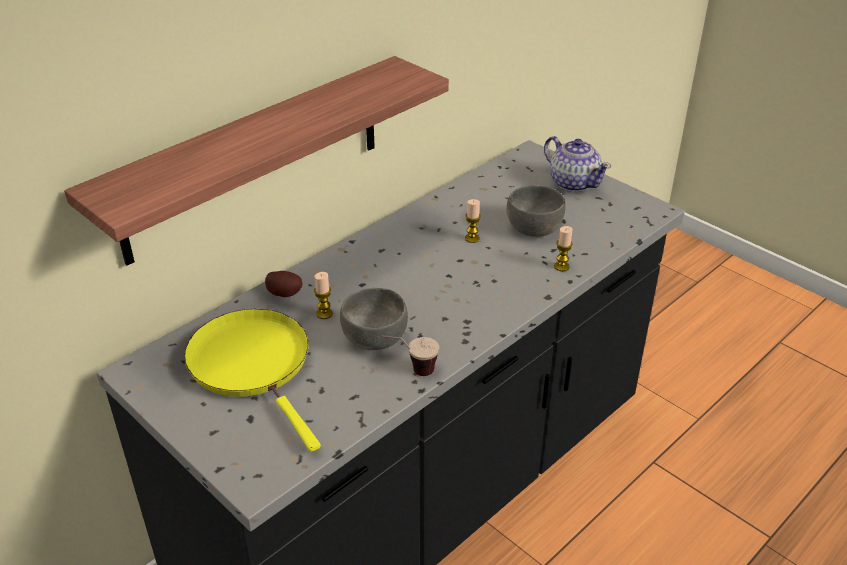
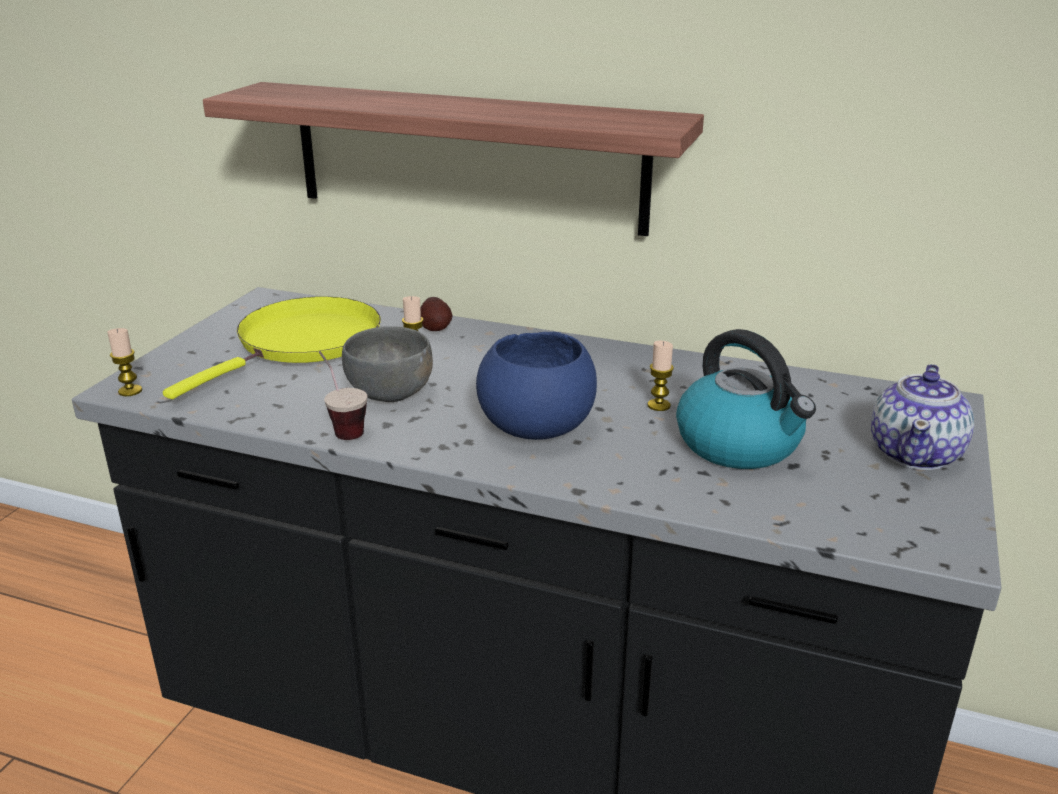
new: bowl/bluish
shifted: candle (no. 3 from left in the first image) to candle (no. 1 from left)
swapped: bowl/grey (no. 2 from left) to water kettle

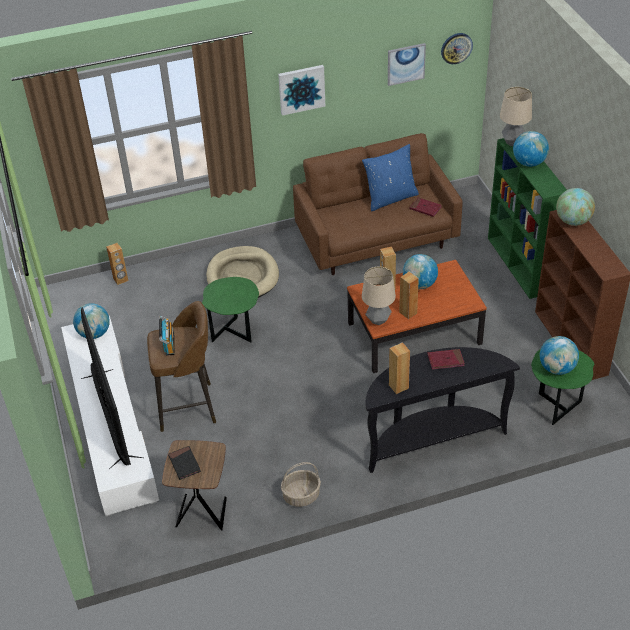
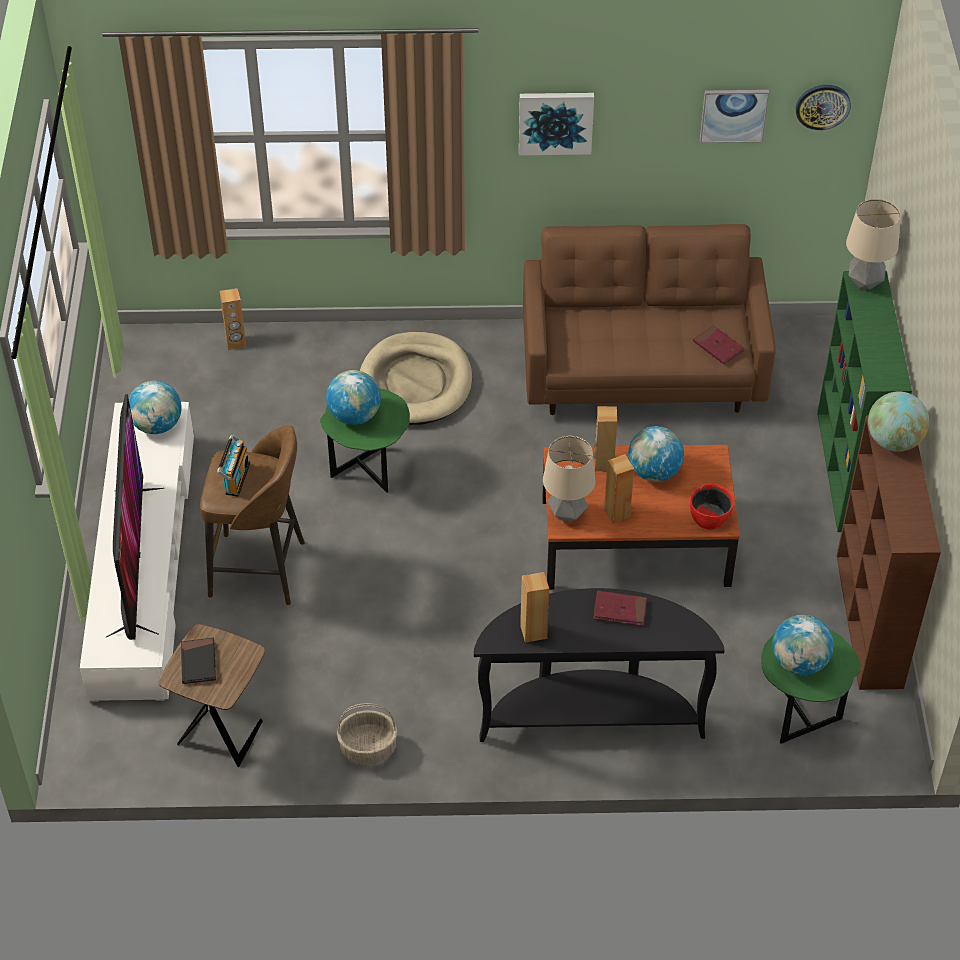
gone: pillow/bluish
new: bowl/reddish
shifted: world globe (no. 3 from left in the first image) to world globe (no. 2 from left)

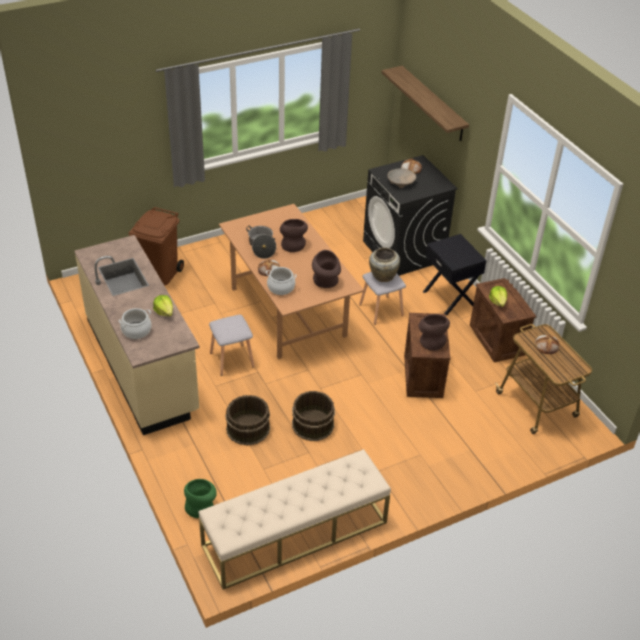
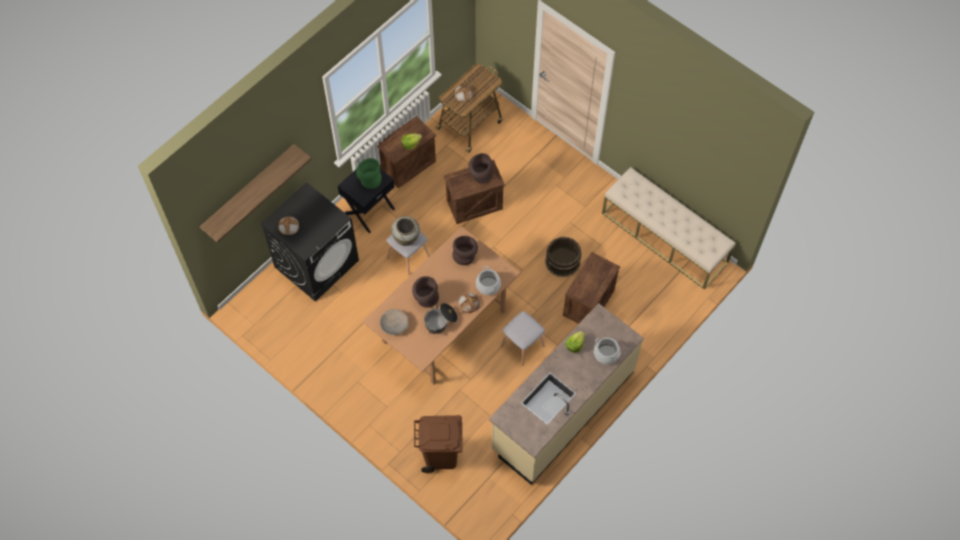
shifted: vase/greenish; bowl/sand-coloured
swapped: pail/brown-coloured (no. 1 from left) to packing crate (no. 3 from left)

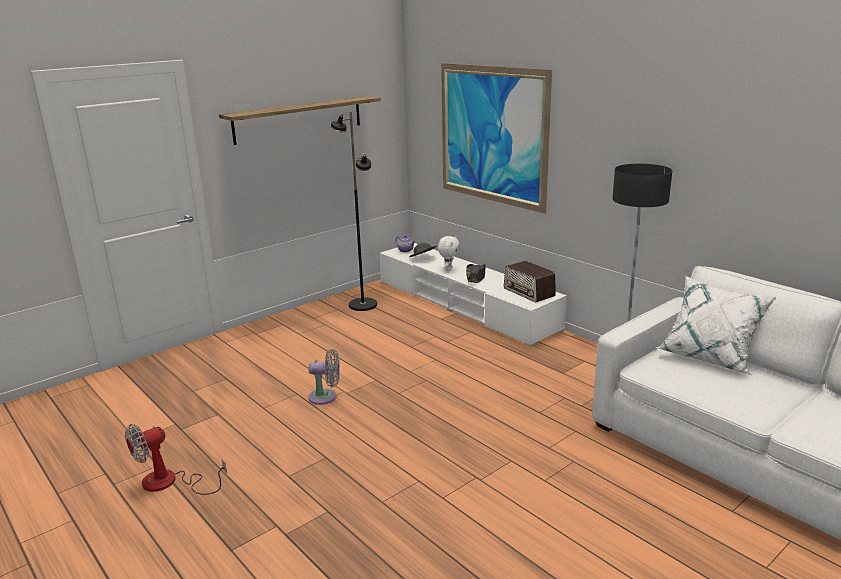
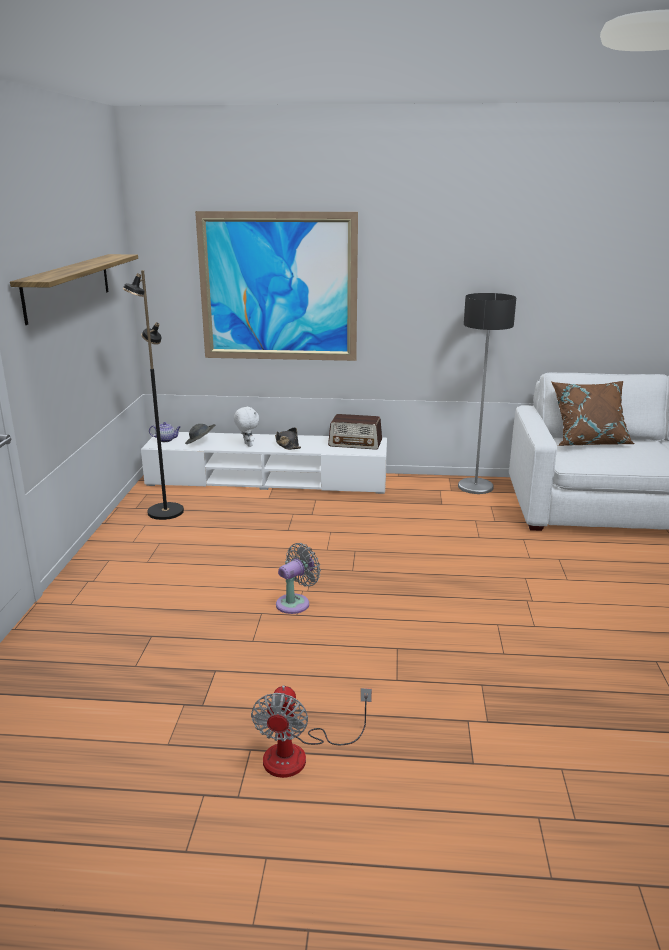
repainted: pillow/whitish to pillow/brown-coloured

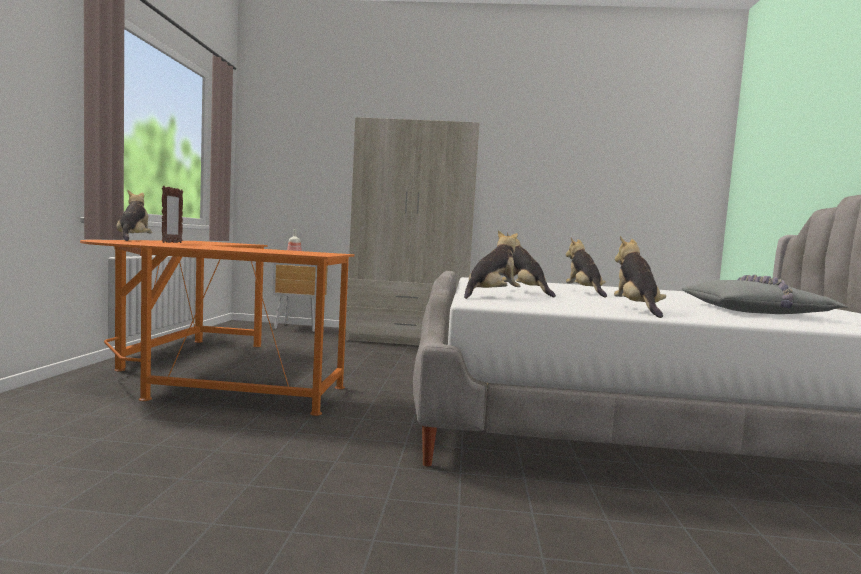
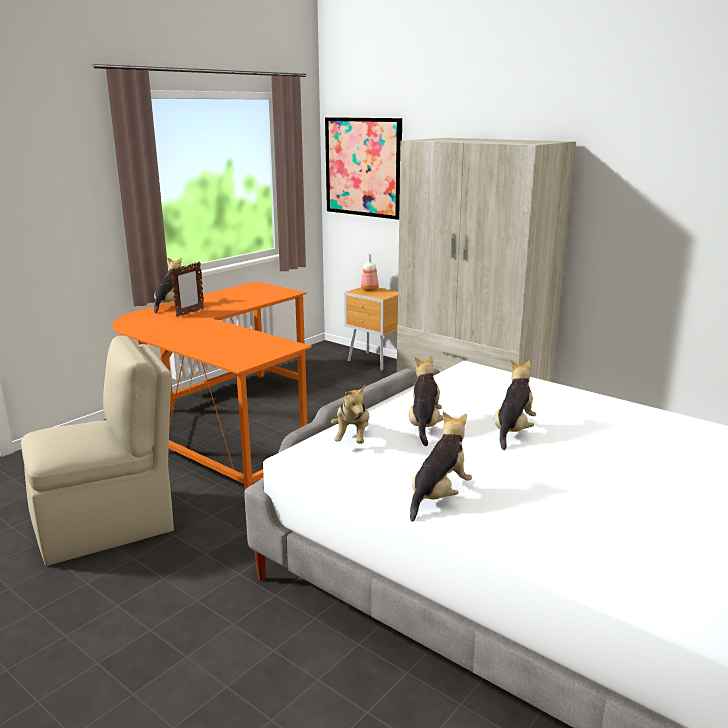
gone: pillow/grey
new: chair/sand-coloured; wall picture
rotated: plush toy (no. 2 from left) 105 degrees clockwise

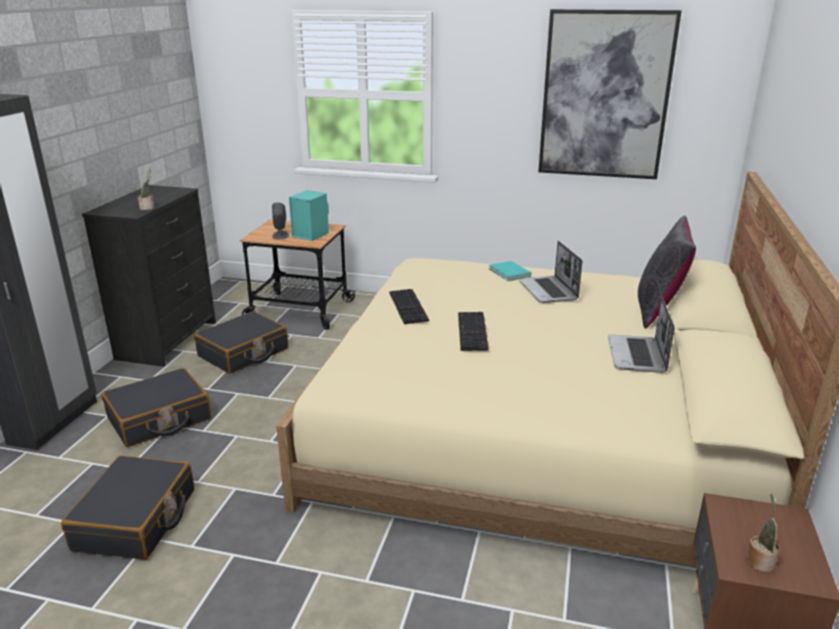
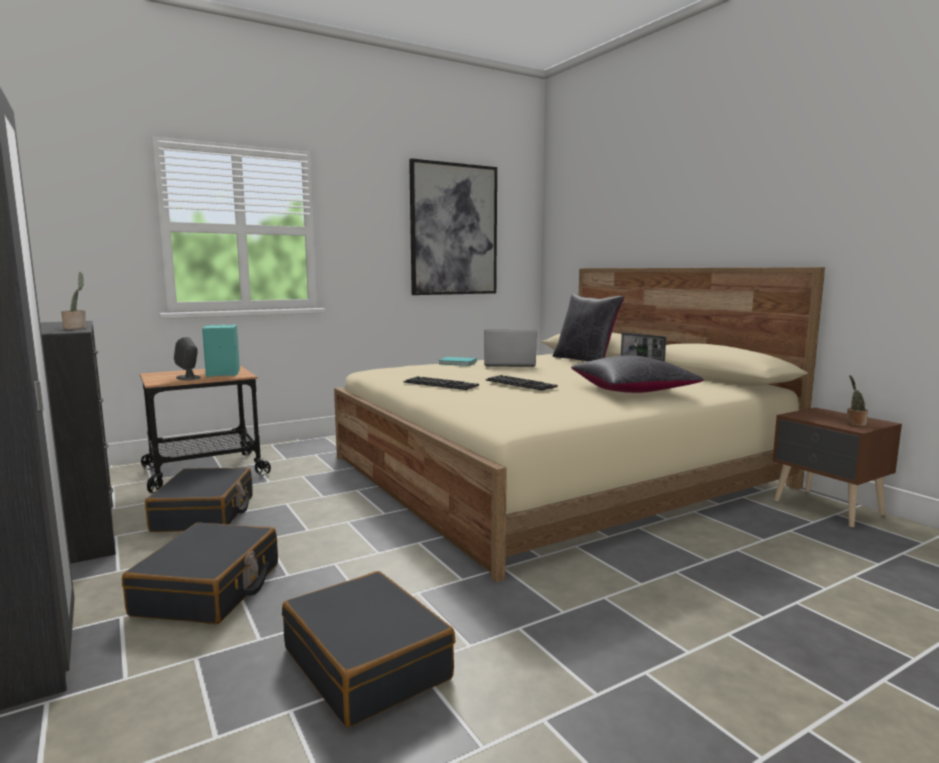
new: pillow/black (no. 2 from left)
rotated: portable computer (no. 1 from left) 150 degrees clockwise

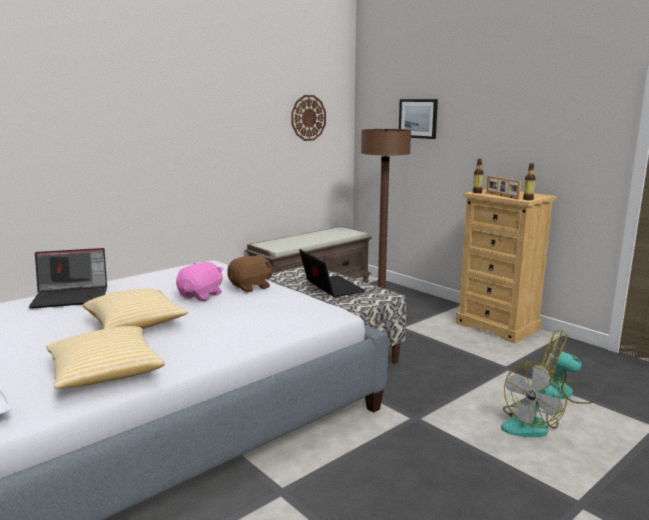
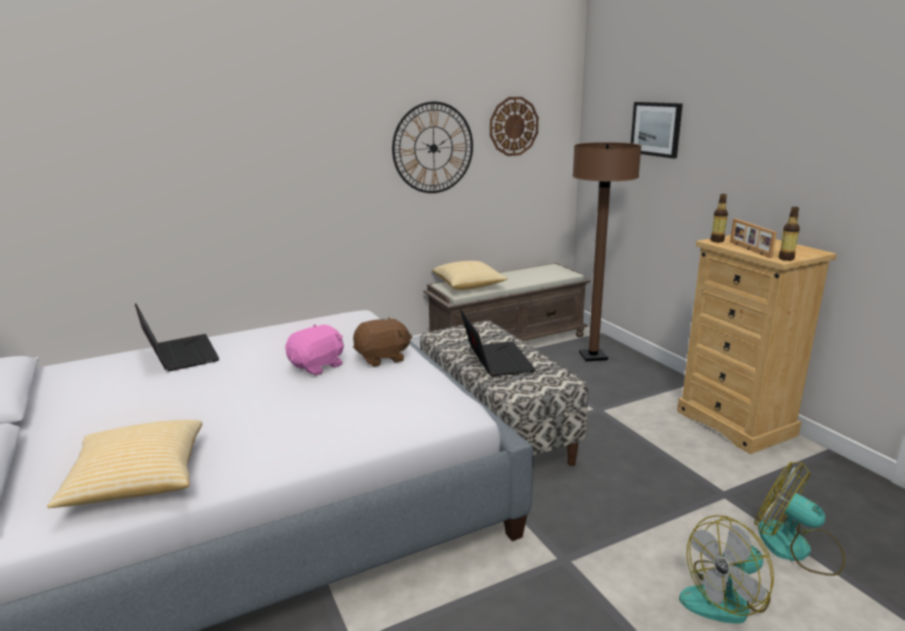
new: clock on the wall (no. 1 from left)
shifted: pillow (no. 2 from left)
rotated: portable computer (no. 1 from left) 120 degrees counterclockwise

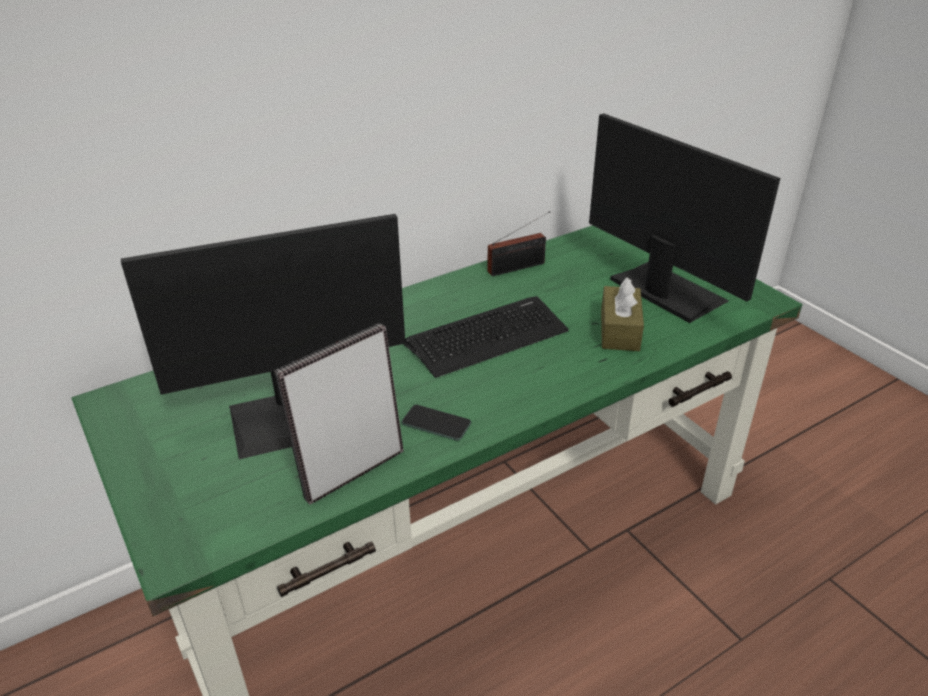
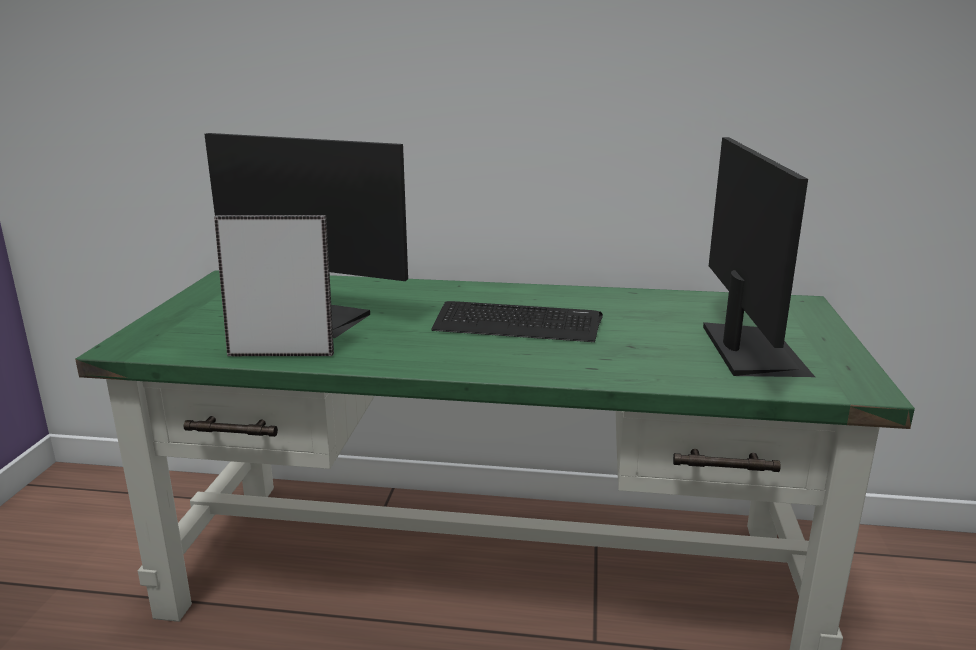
gone: handset; radio receiver; tissue box/brown-coloured

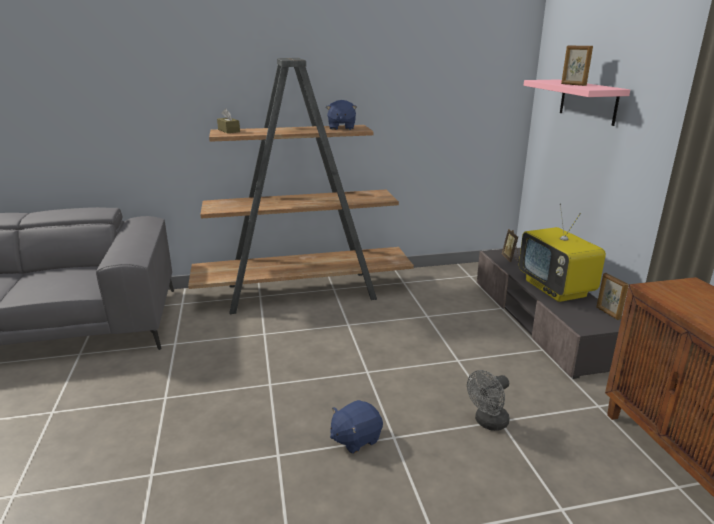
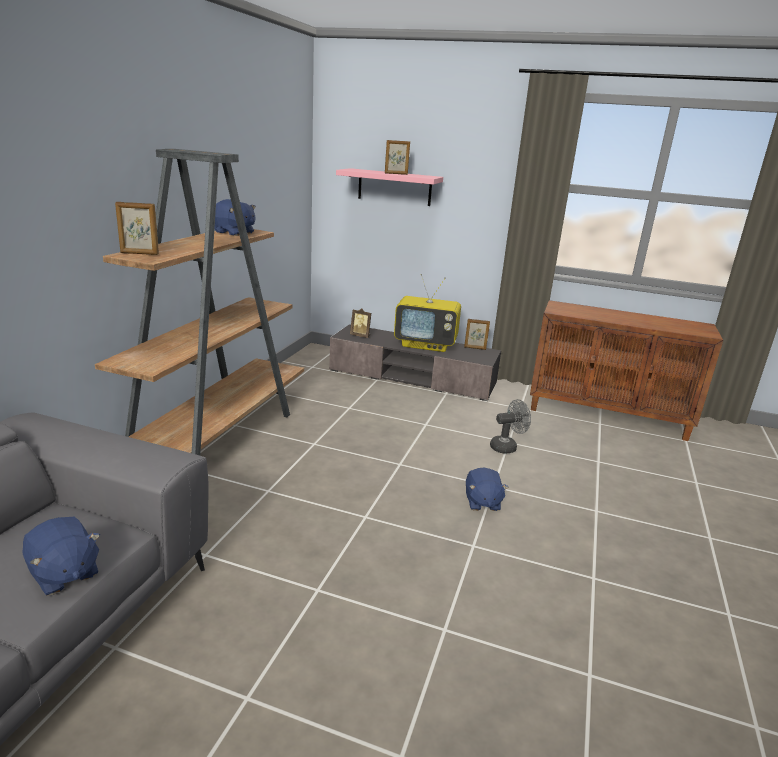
new: plush toy/bluish (no. 1 from left)
swapped: tissue box/brown-coloured to picture frame (no. 1 from left)
rotated: fan/grey 105 degrees counterclockwise

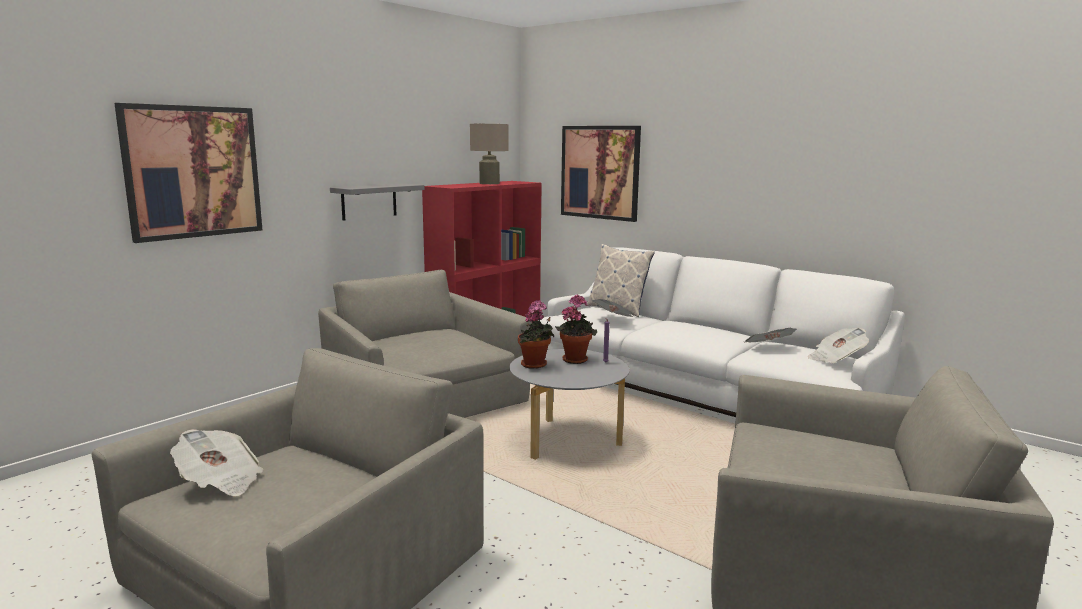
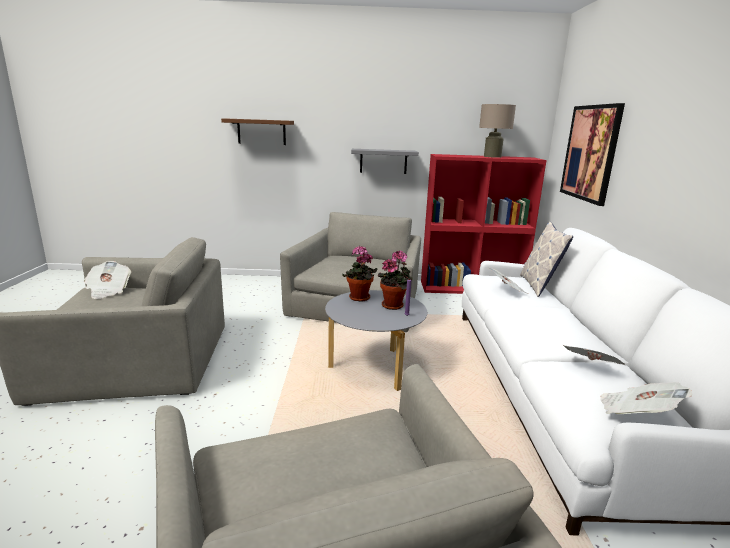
swapped: wall picture (no. 1 from left) to wall shelf/brown-coloured

